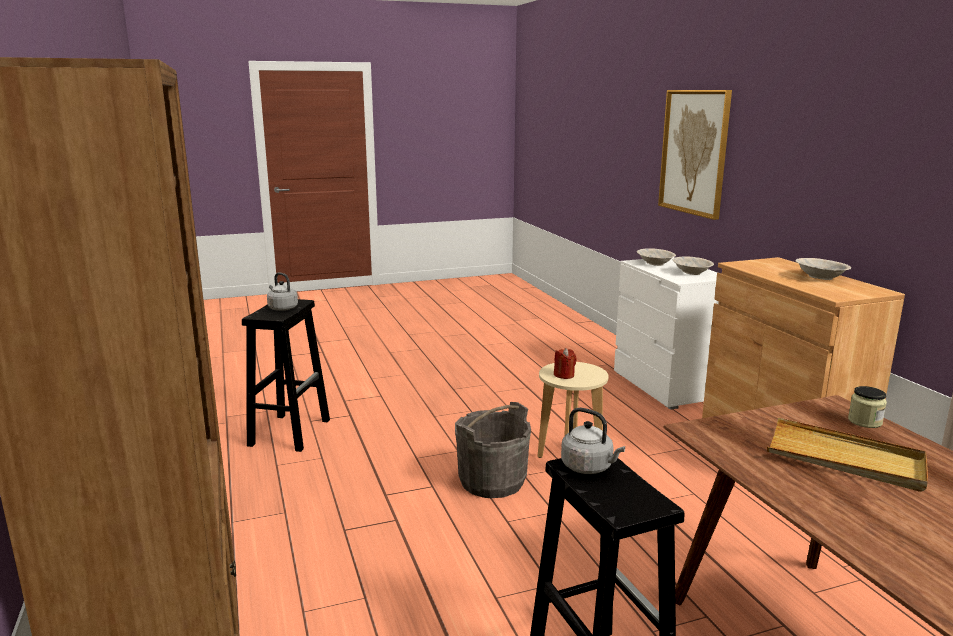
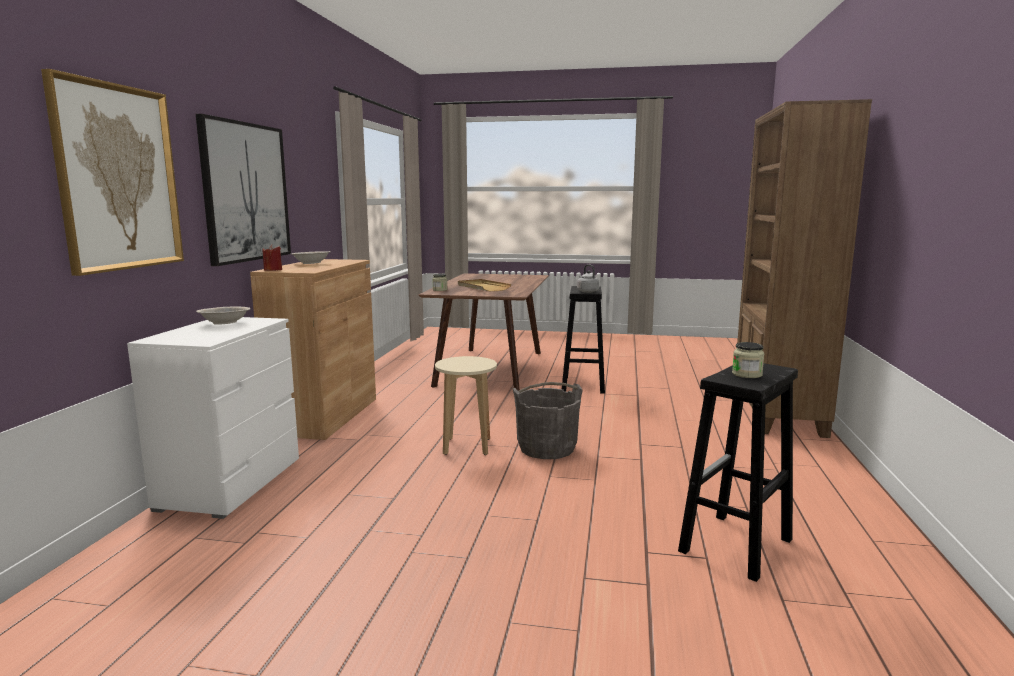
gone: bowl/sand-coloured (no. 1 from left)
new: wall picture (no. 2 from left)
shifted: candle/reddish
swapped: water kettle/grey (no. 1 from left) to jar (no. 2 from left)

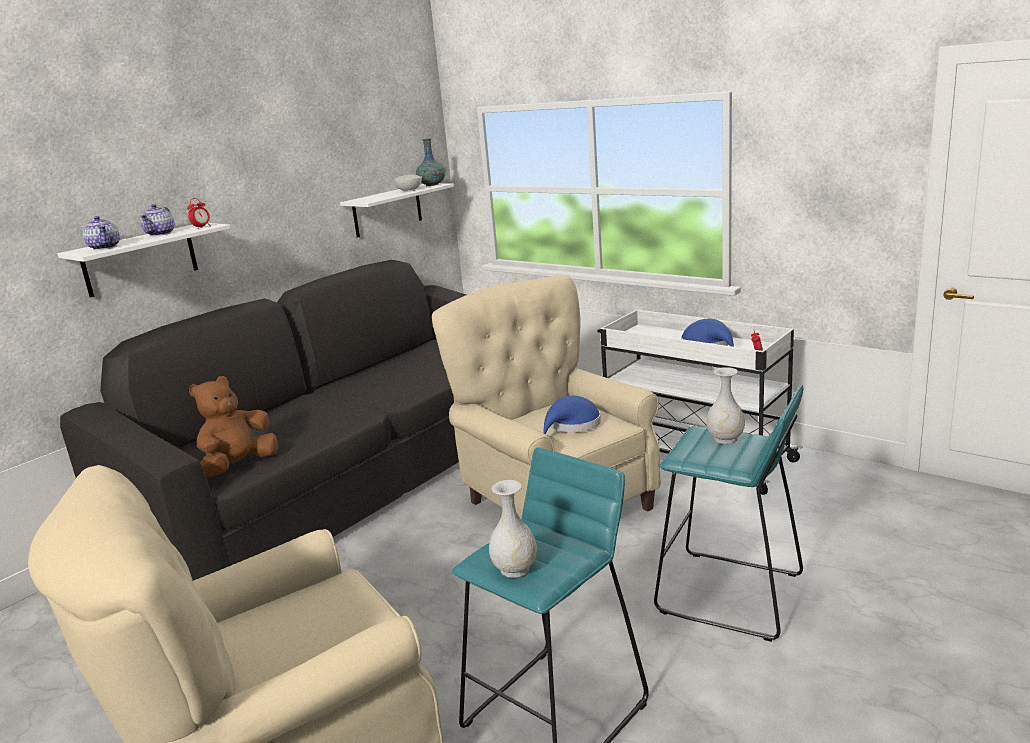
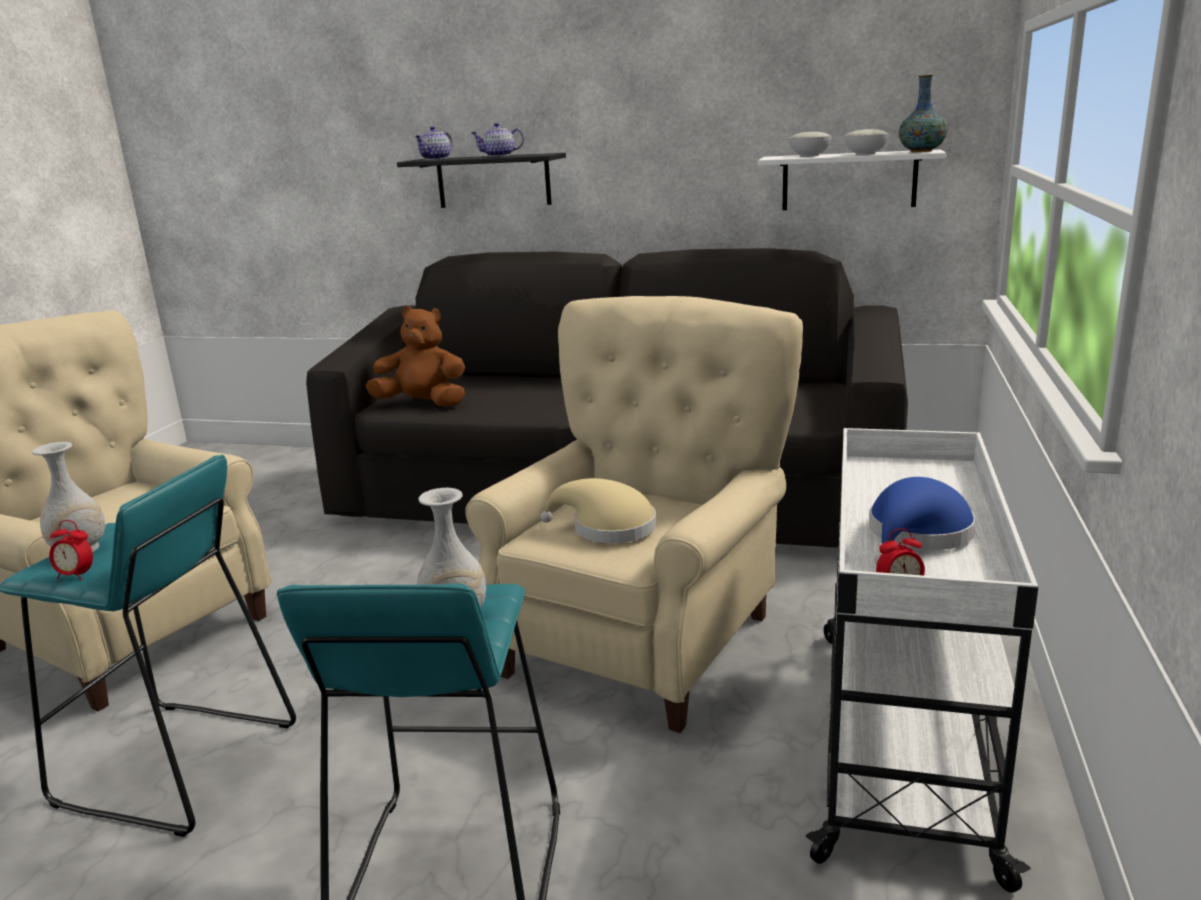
new: bowl/whitish (no. 1 from left)
shifted: bedside clock (no. 1 from left)
repainted: wall shelf/whitish (no. 1 from left) to wall shelf/black; hat/bluish (no. 1 from left) to hat/sand-coloured

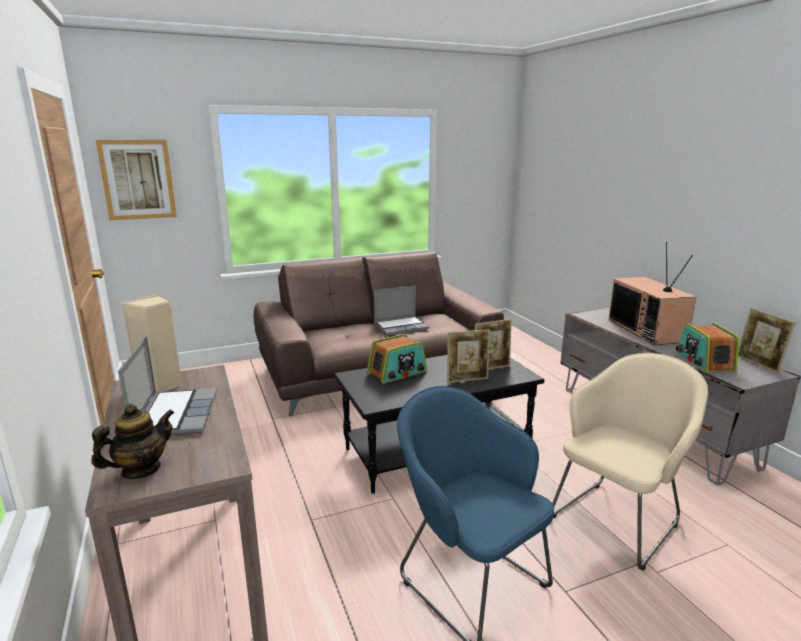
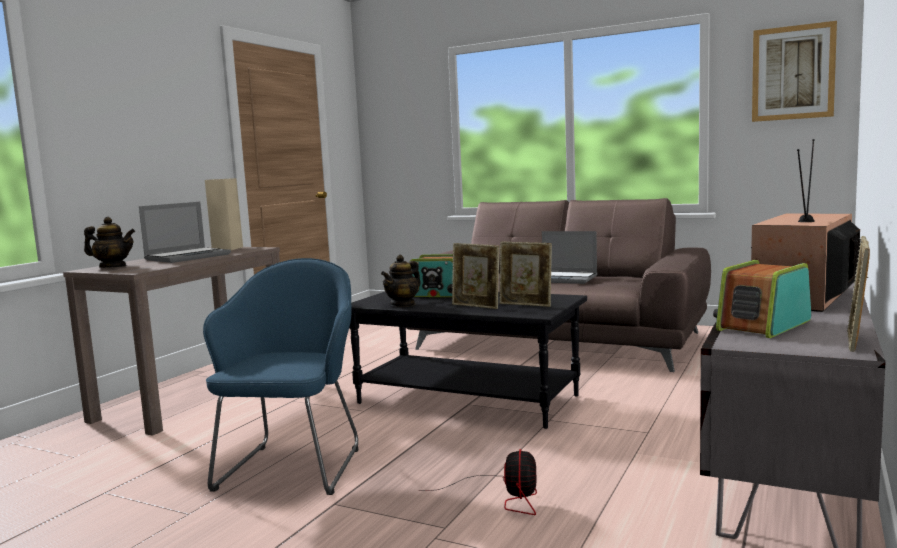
new: tea pot (no. 2 from left)
shifted: wall picture
swapped: armchair/sand-coloured to fan

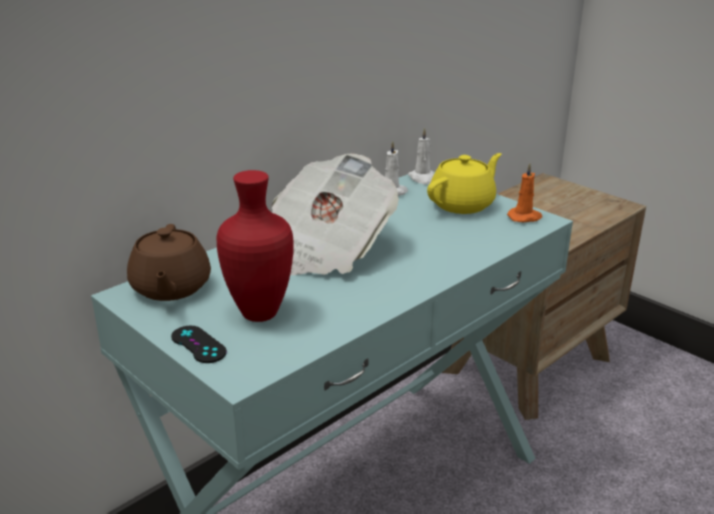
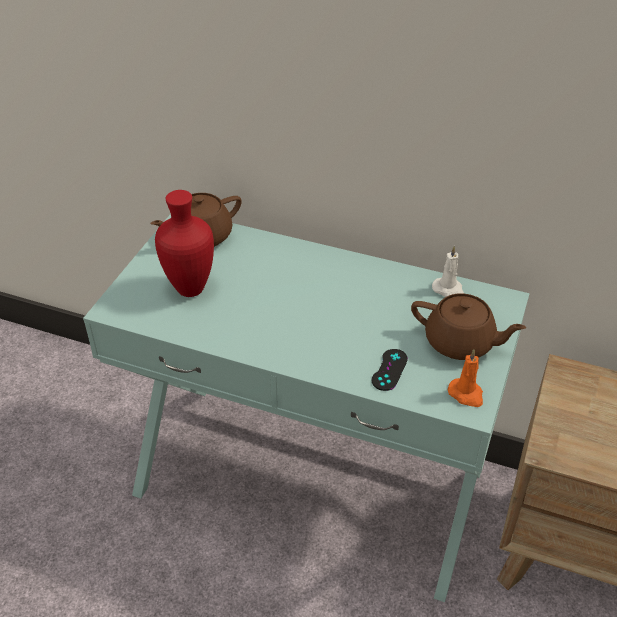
gone: newspaper; candle/whitish (no. 2 from left)
shifted: game controller/black
repainted: tea pot/yellow-coloured to tea pot/brown-coloured (no. 2 from left)

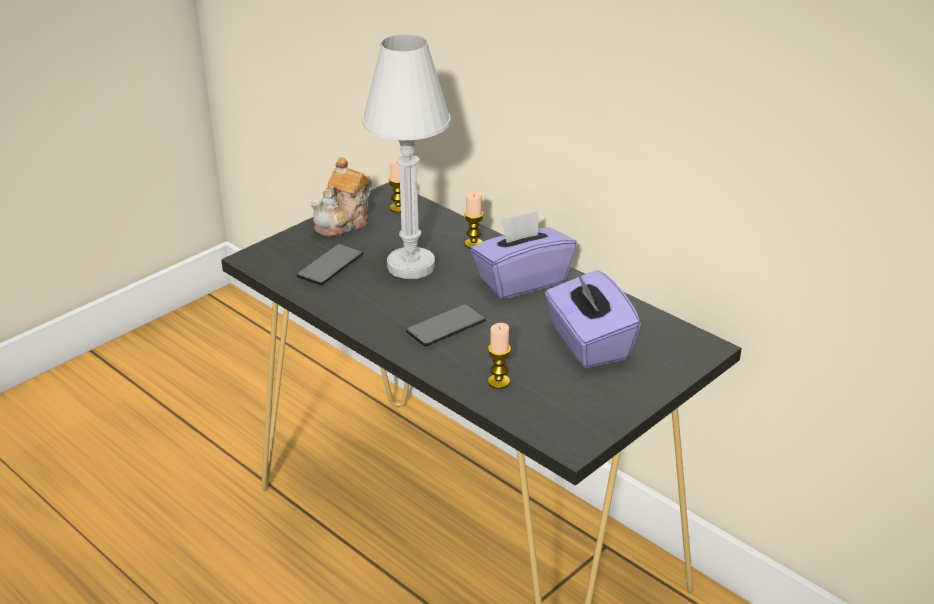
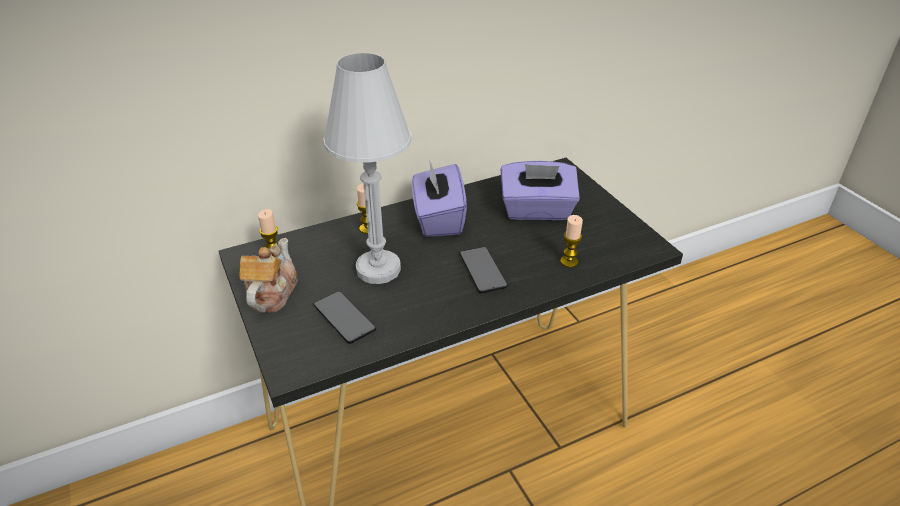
rotated: tea pot 135 degrees counterclockwise

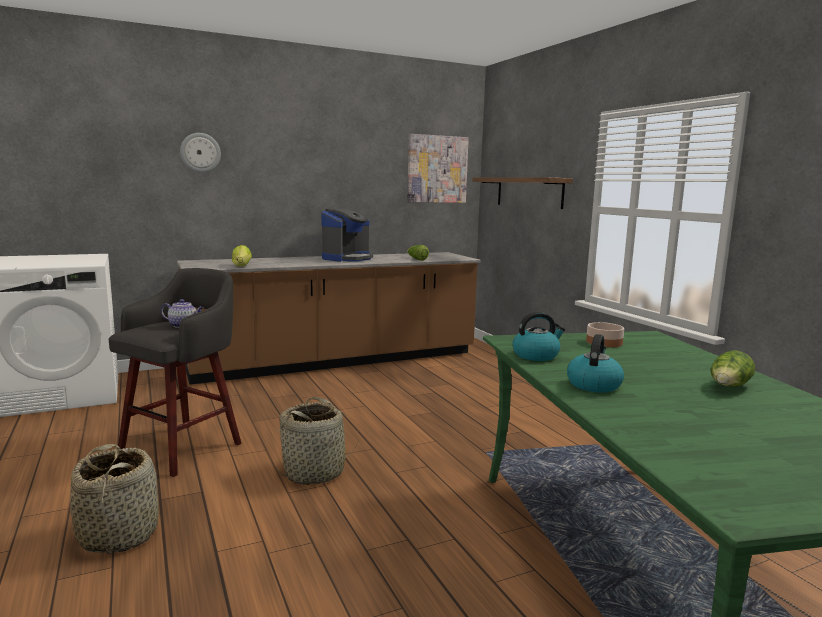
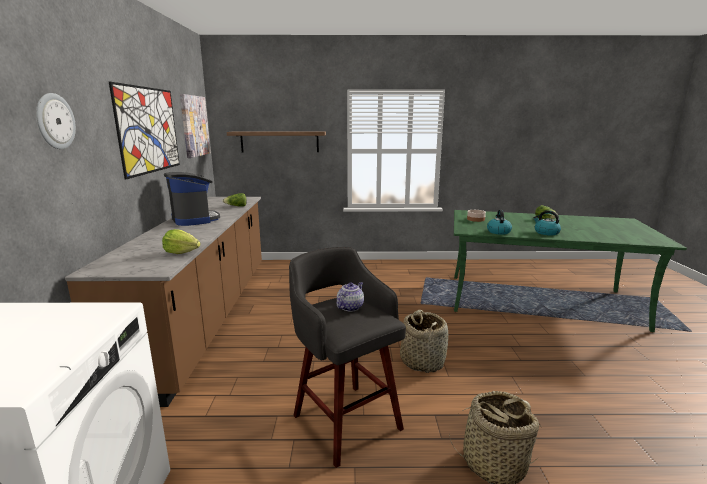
new: wall picture (no. 1 from left)

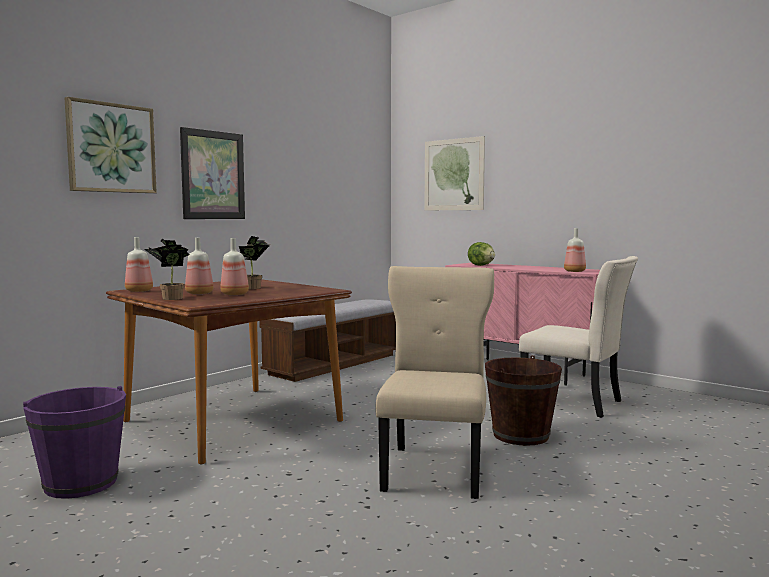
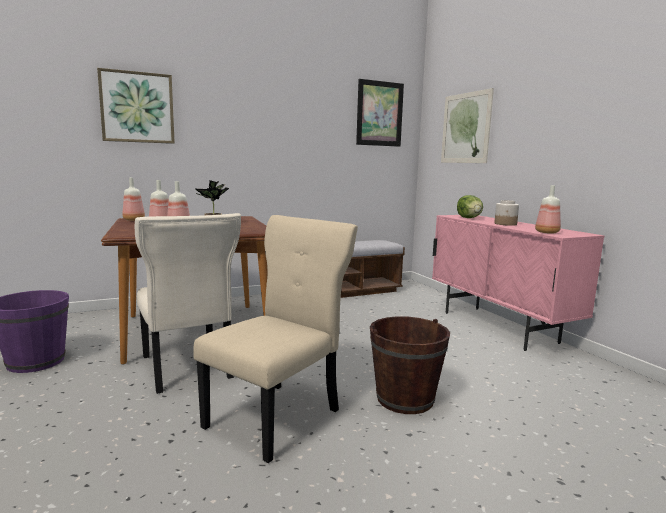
gone: potted plant (no. 1 from left)
new: jar
shifted: wall picture (no. 2 from left); chair/sand-coloured (no. 2 from left in the first image) to chair/sand-coloured (no. 1 from left)

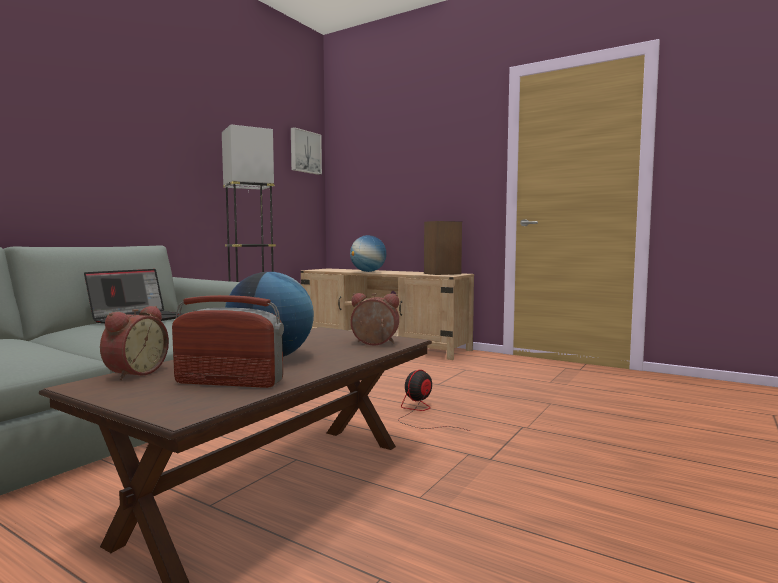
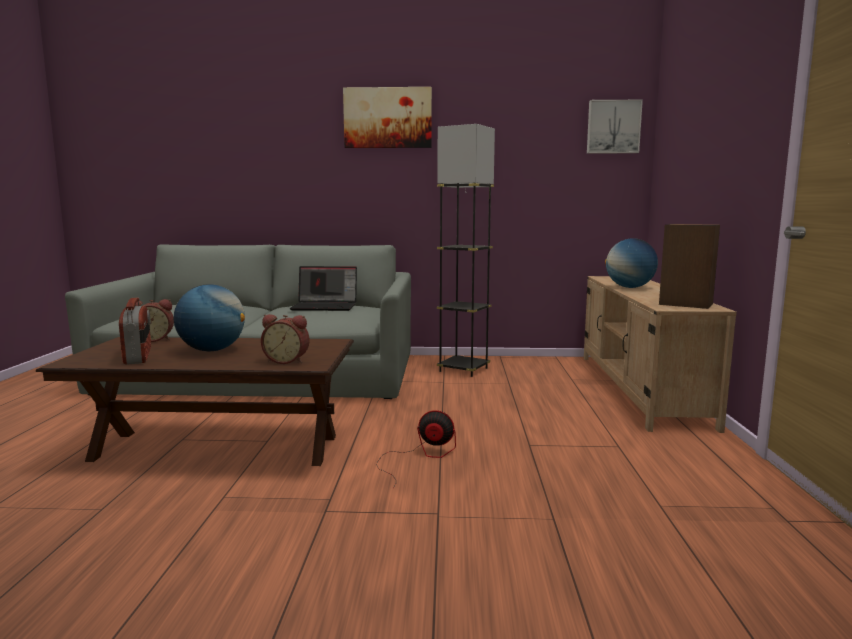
new: wall picture (no. 1 from left)
rotated: bedside clock (no. 2 from left) 120 degrees clockwise

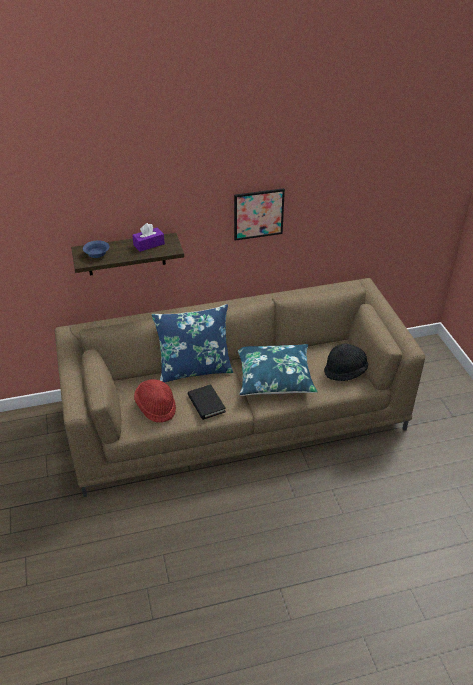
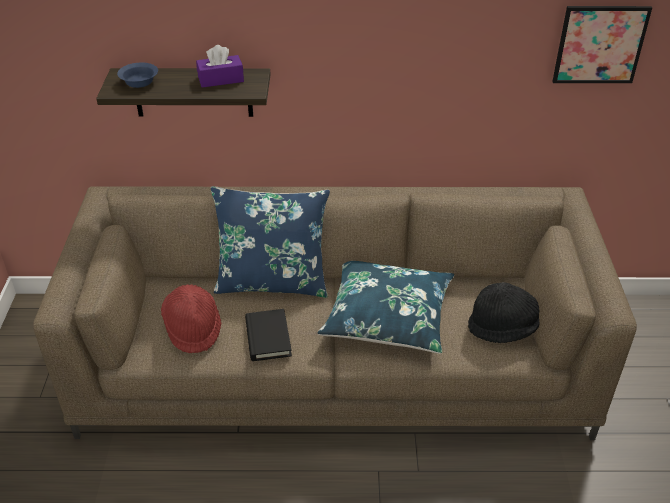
shifted: wall picture

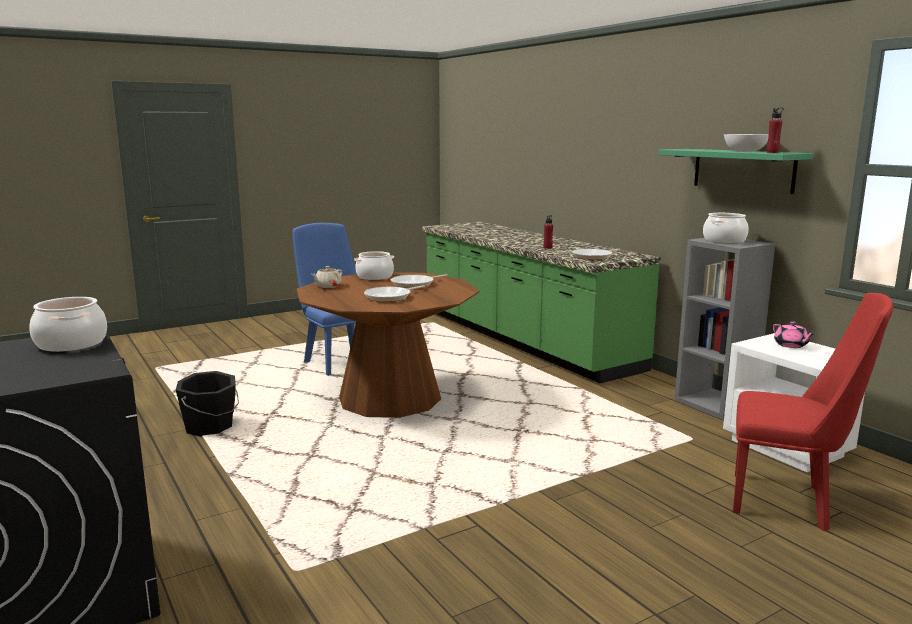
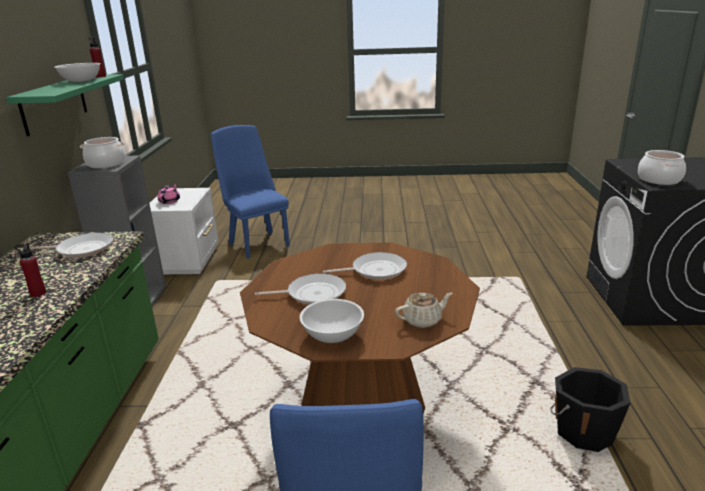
swapped: cooking pot (no. 2 from left) to bowl/whitish (no. 2 from left)
repainted: chair/reddish to chair/bluish (no. 1 from left)

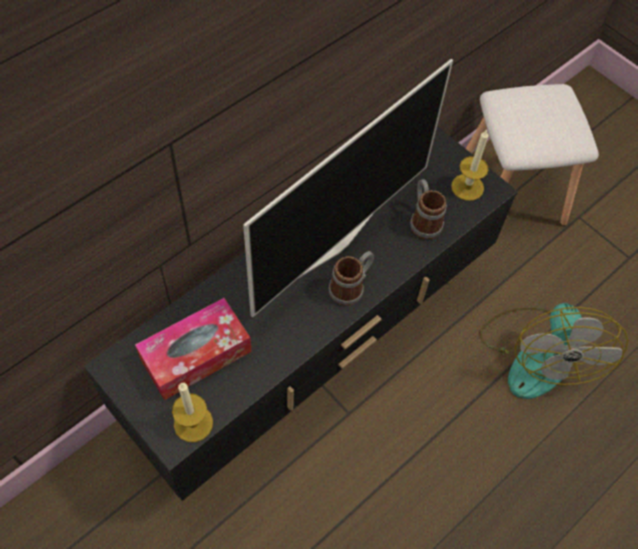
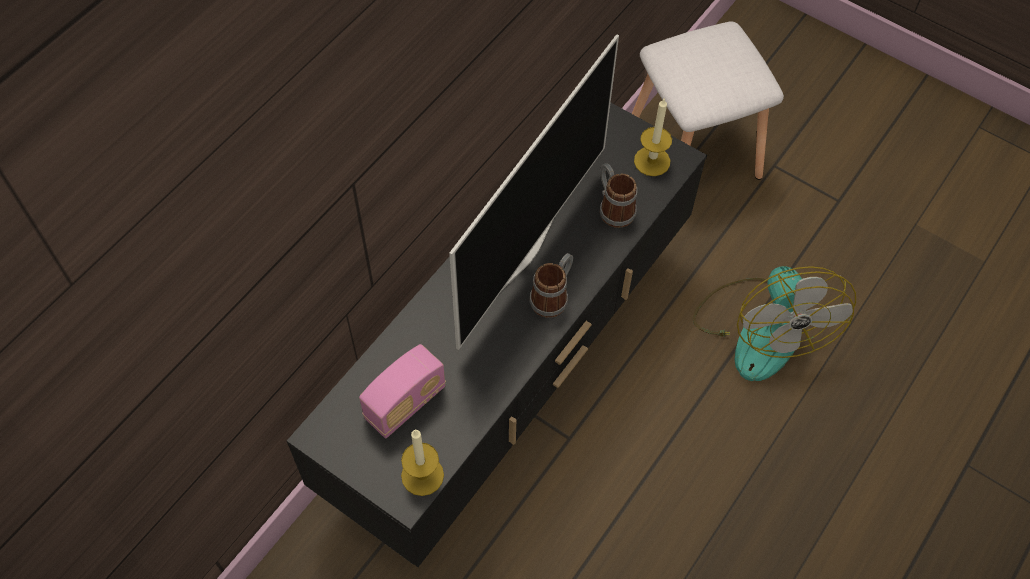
swapped: tissue box to radio receiver

